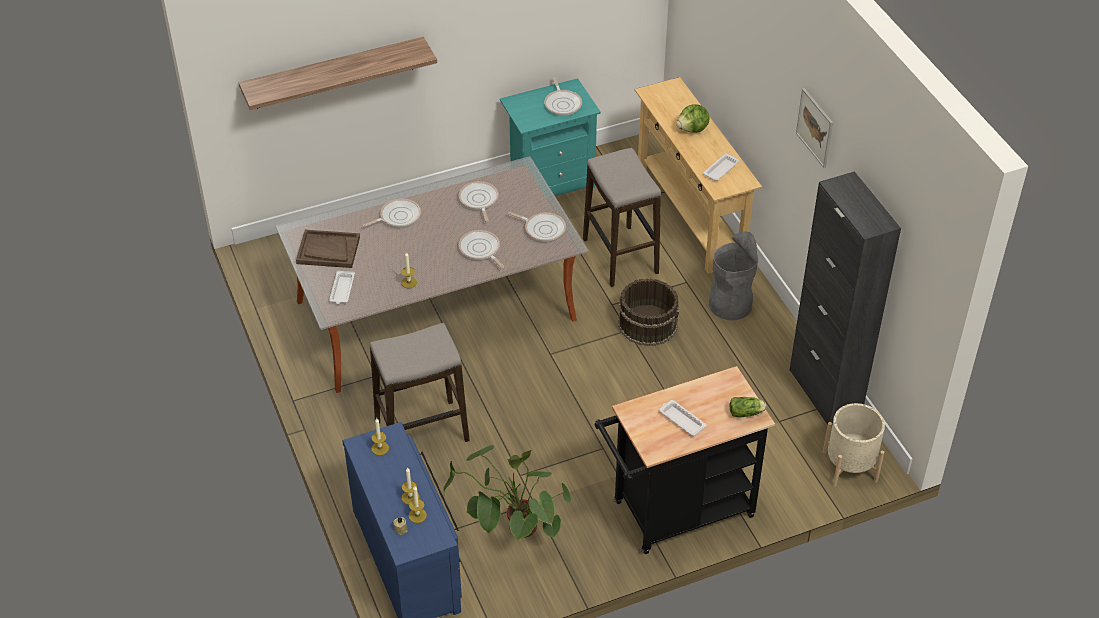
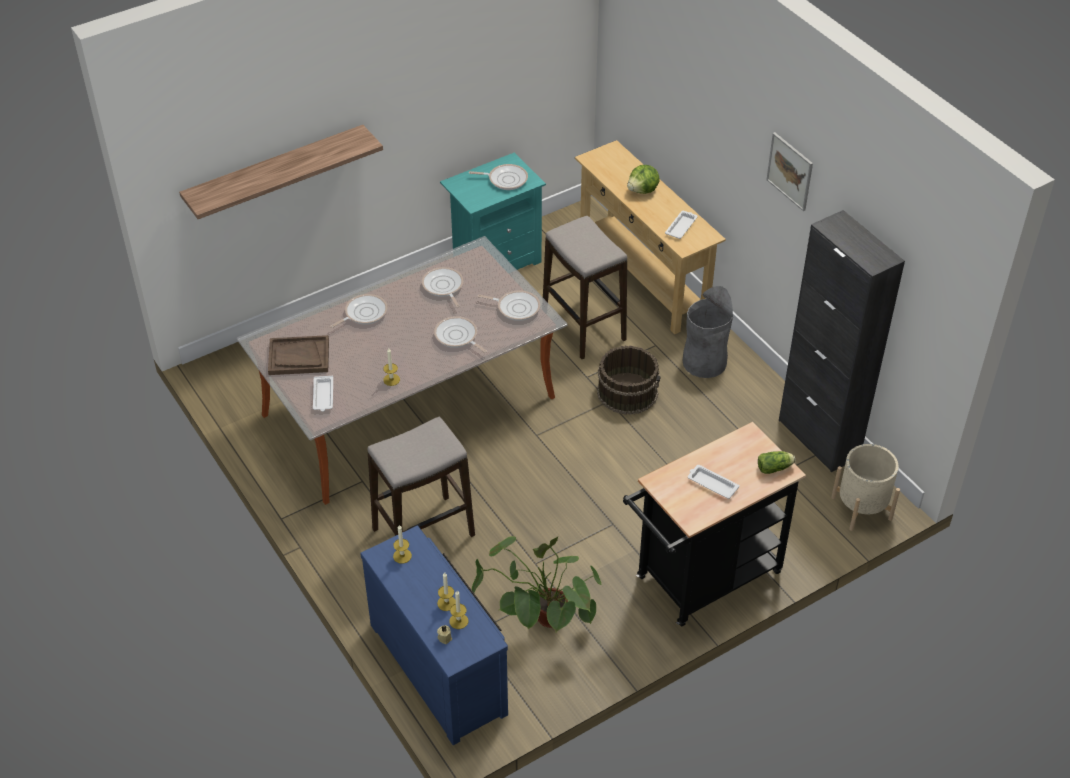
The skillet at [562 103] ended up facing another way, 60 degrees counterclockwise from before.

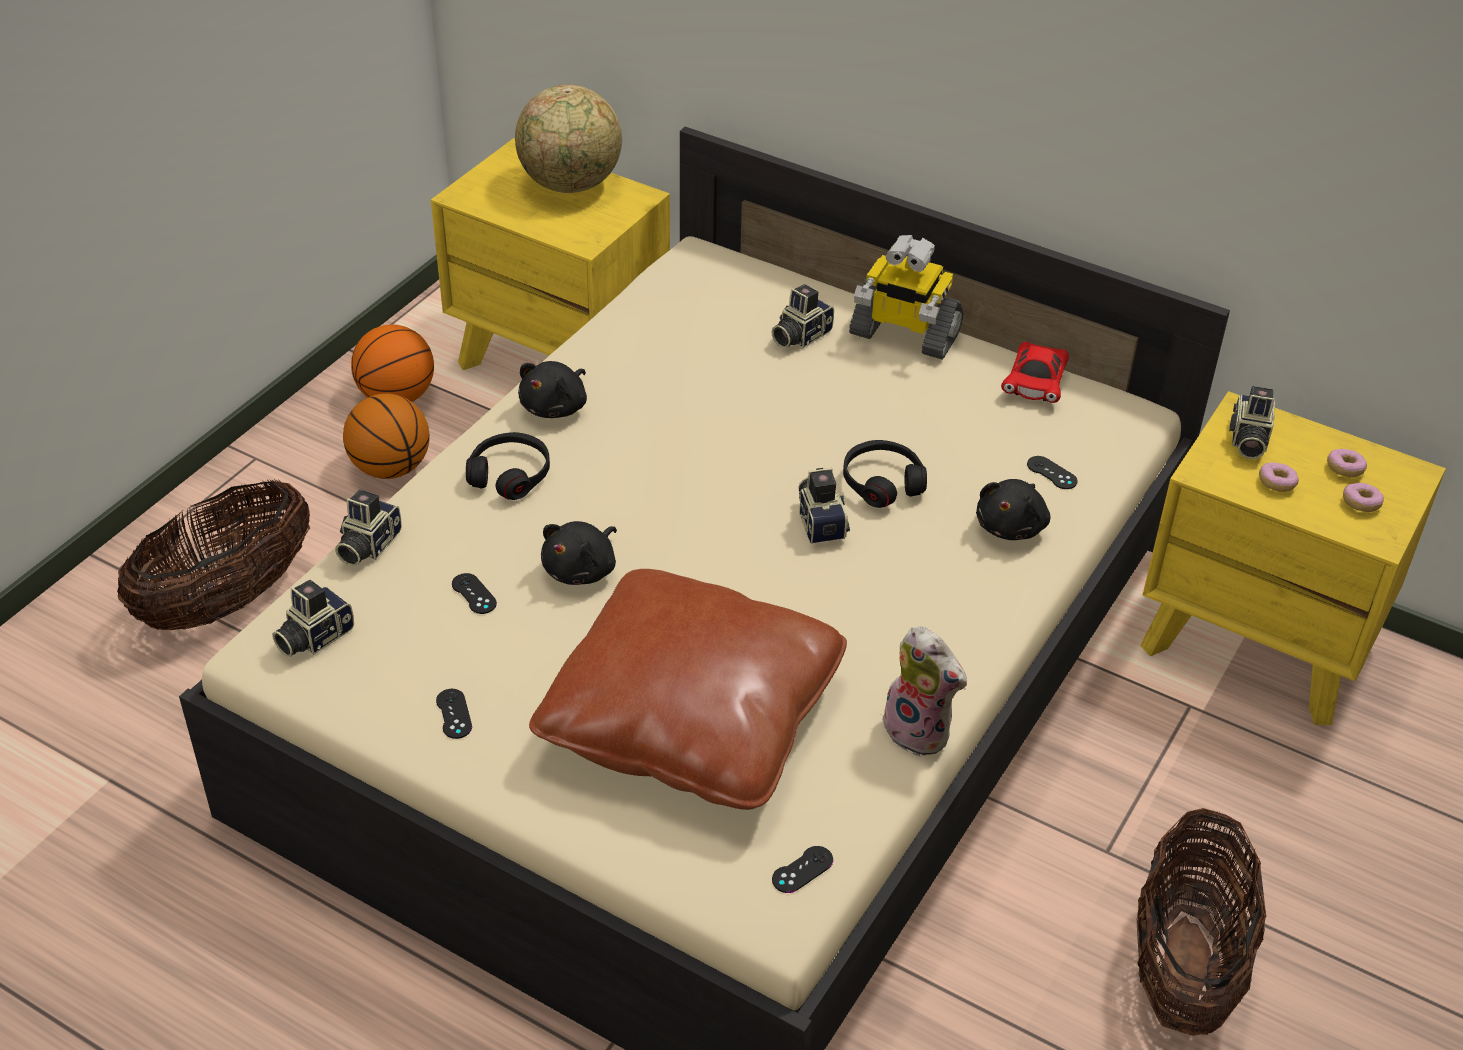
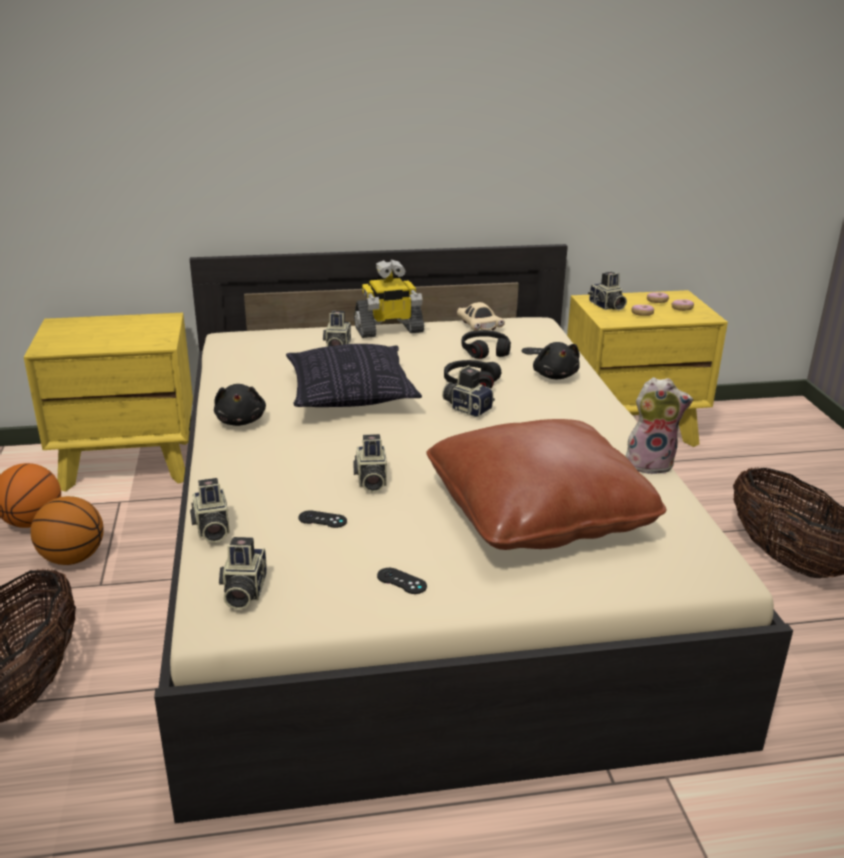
The second view gained the throw pillow at [350 395].
Where the soft toy (black-coloured) stood at [582 569], the photo camera came to stand at [370 481].
What was the toy car (red-coloured) at [1035 384] turned into the toy car (beige) at [479 326].
The headphones (black-coloured) ended up elsewhere, having gone from [510 474] to [485 351].
The second view lost the desk globe at [571 185].
The second view lost the joypad (black-coloured) at [802 870].

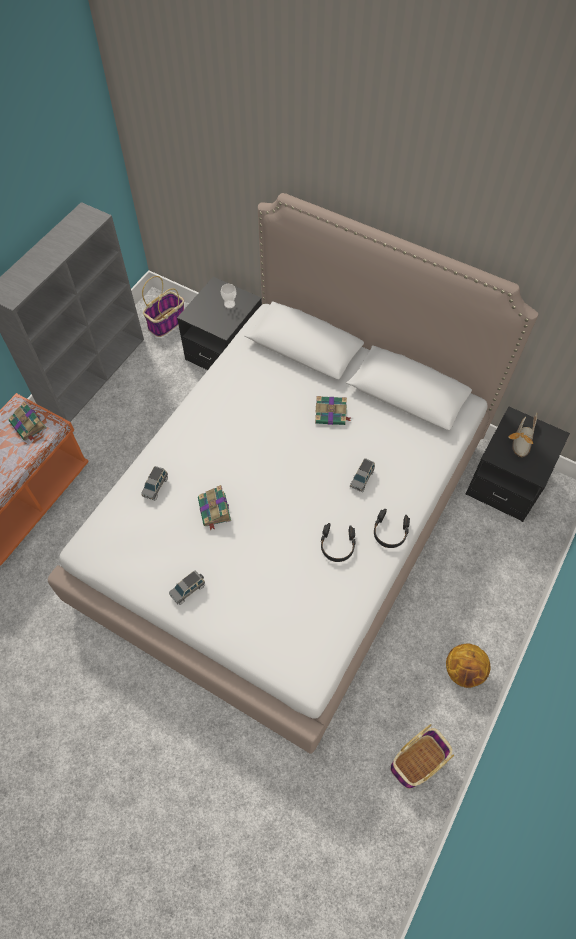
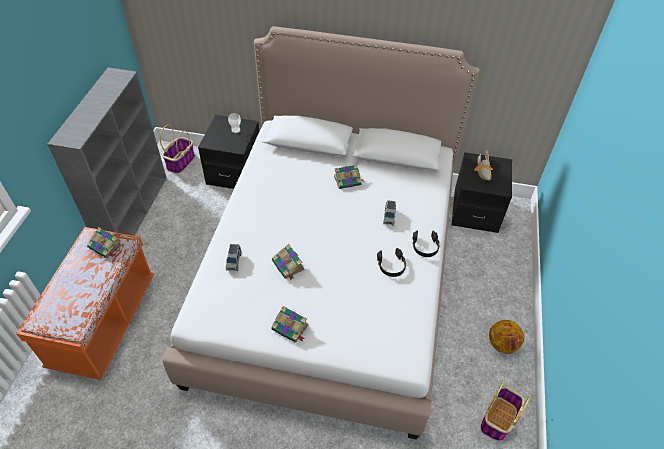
Where the toy car (gray) stood at [188 590], the book came to stand at [290 328].

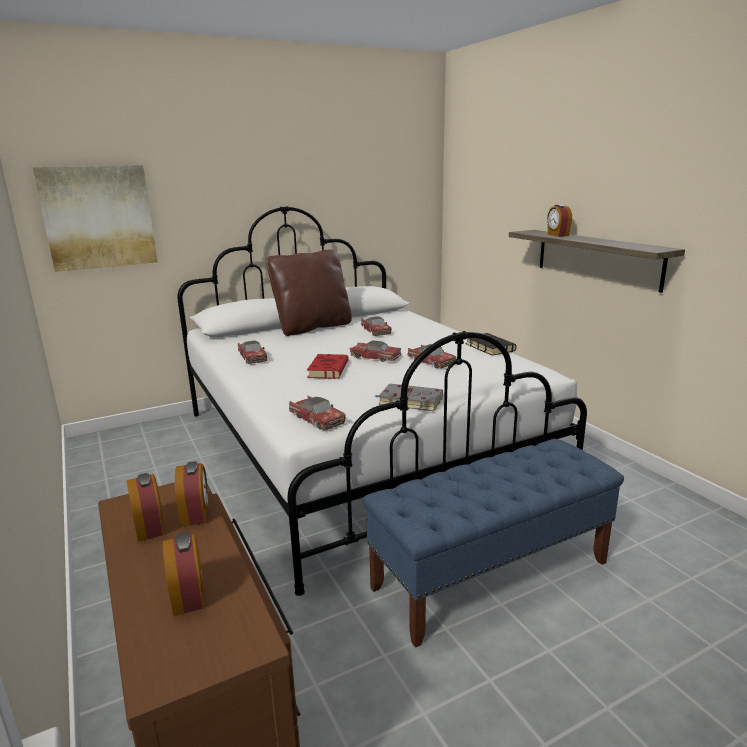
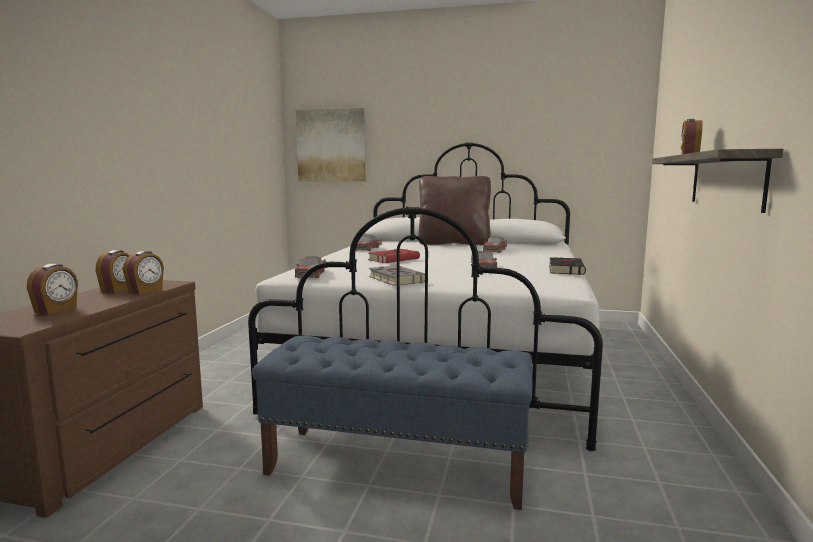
The second view lost the toy car at [375 357].

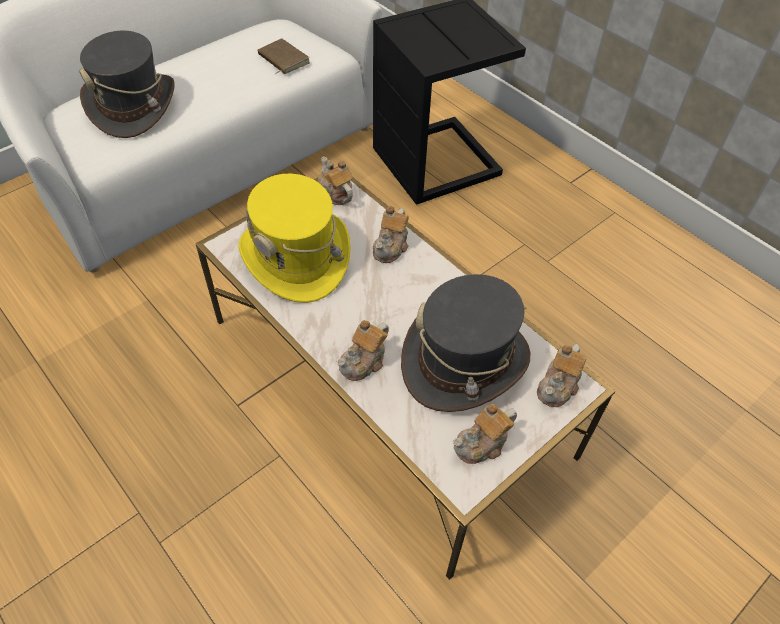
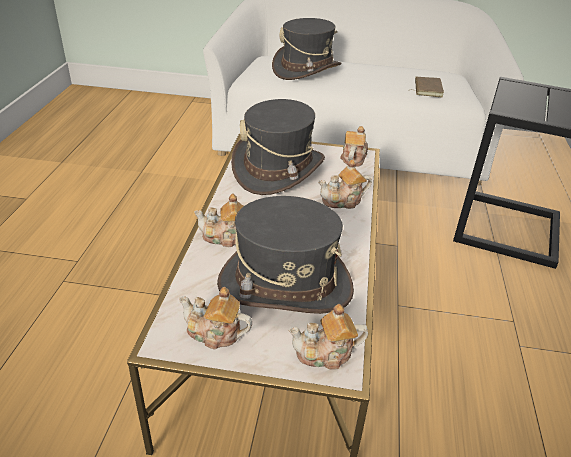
What was the wearable hat (yellow-coloured) at [296 257] turned into the wearable hat (gray) at [278 170].

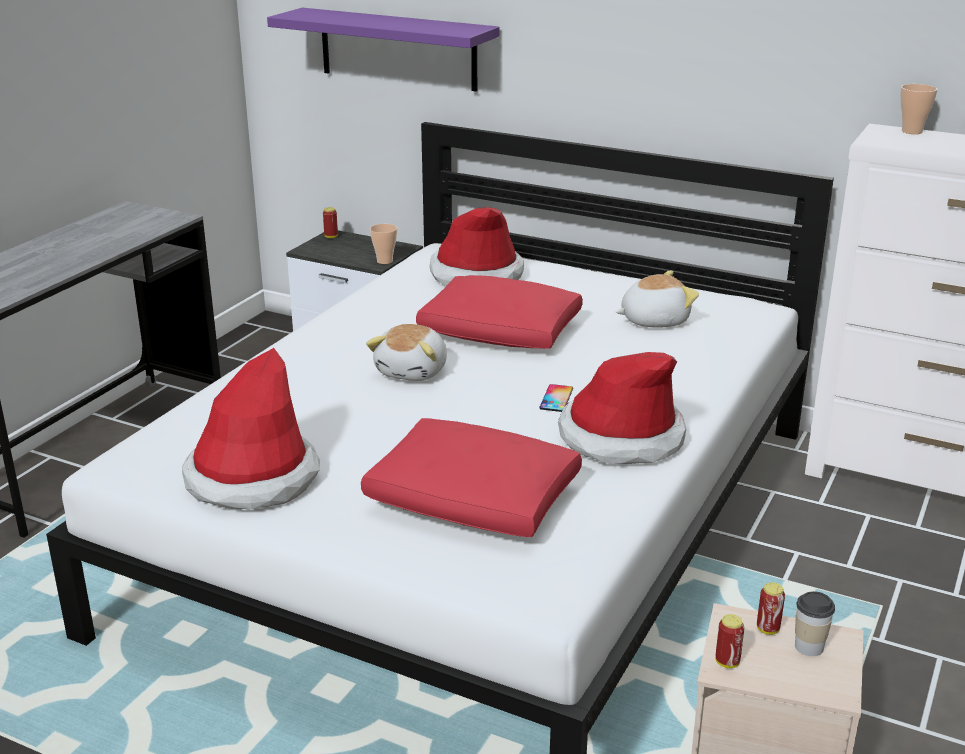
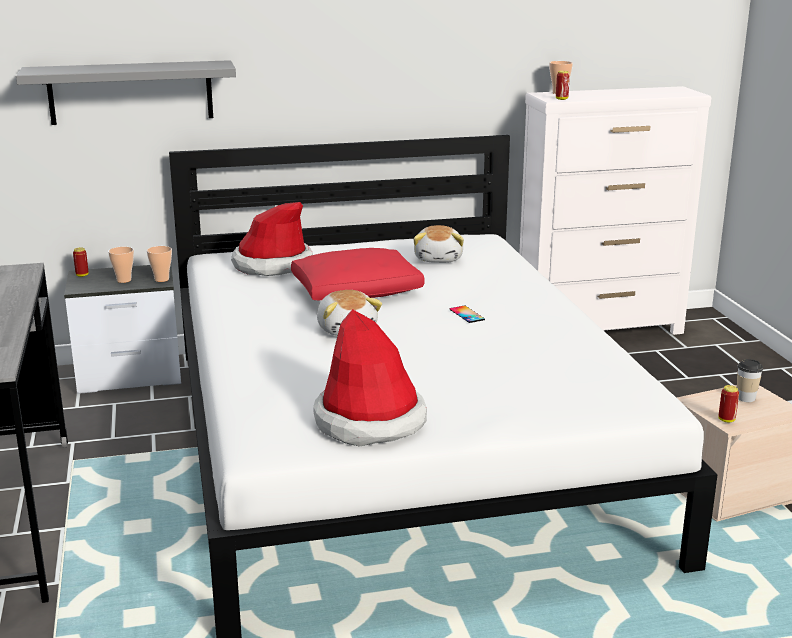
What was the shelf (purple-coloured) at [398 49] turned into the shelf (gray) at [131 92].
The second view gained the drinking cup at [124 280].
The soft toy at [653 320] ended up facing another way, 150 degrees clockwise from before.
The sealed can ended up elsewhere, having gone from [767 629] to [561 99].
The second view lost the throw pillow (red-coloured) at [475 500].
The second view lost the wearable hat at [621 437].

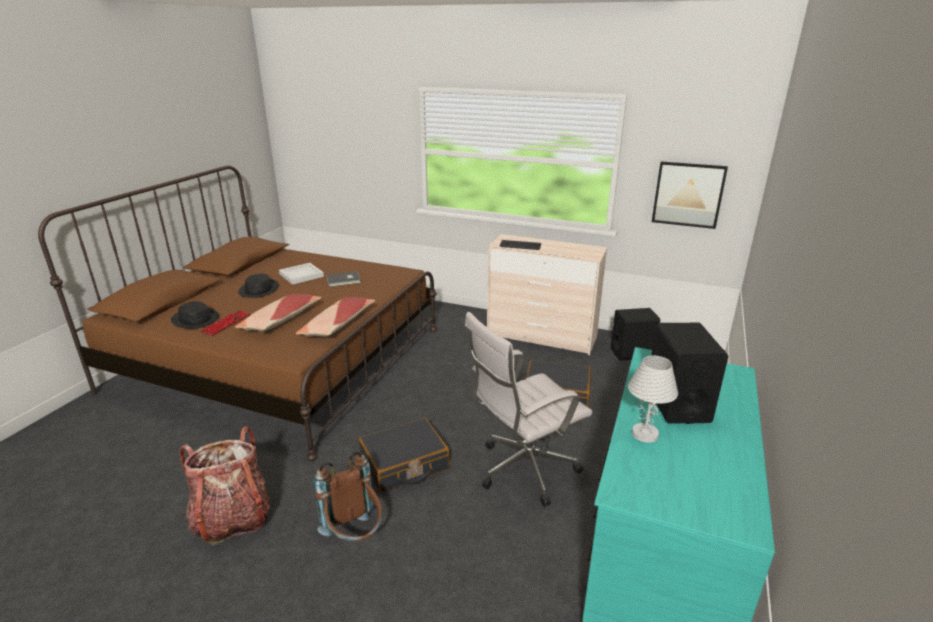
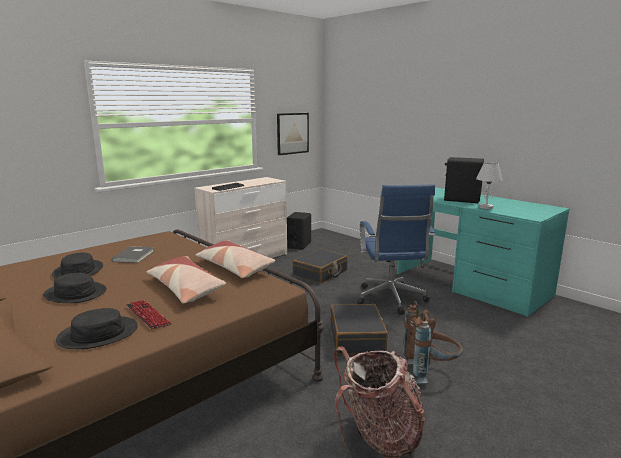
Where the tray (white) stood at [300 275], the wearable hat (black-coloured) came to stand at [78 271].
What was the computer chair (white) at [523 470] turned into the computer chair (bluish) at [391 300].

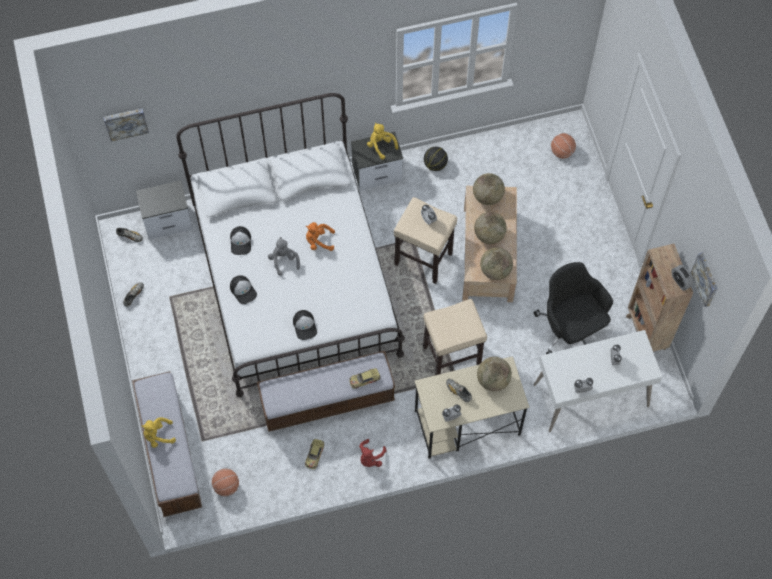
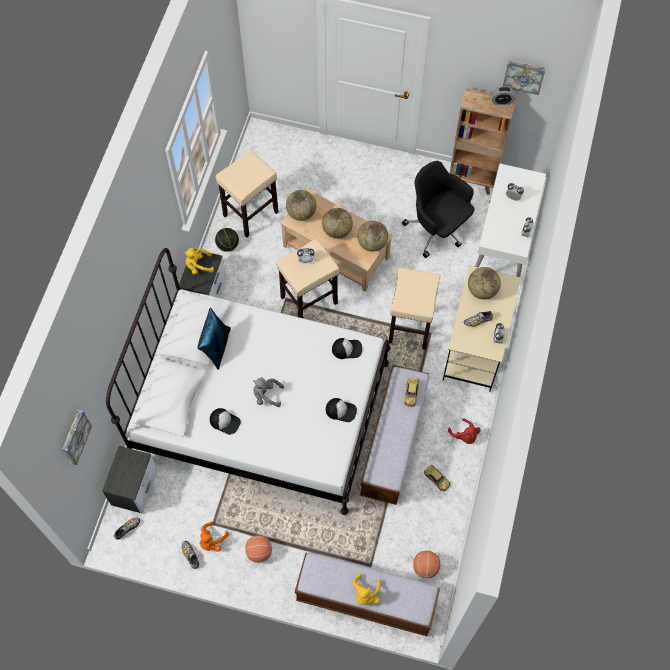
The second view gained the throw pillow (bluish) at [216 347].
The soft toy (orange) ended up elsewhere, having gone from [319 241] to [212 541].
The second view gained the stool seat (beige) at [251 213].
The basketball ball ended up elsewhere, having gone from [562 152] to [259 552].
The peaked cap ended up elsewhere, having gone from [243 290] to [347 349].
The computer chair (black-coloured) at [570 329] ended up facing another way, 45 degrees clockwise from before.

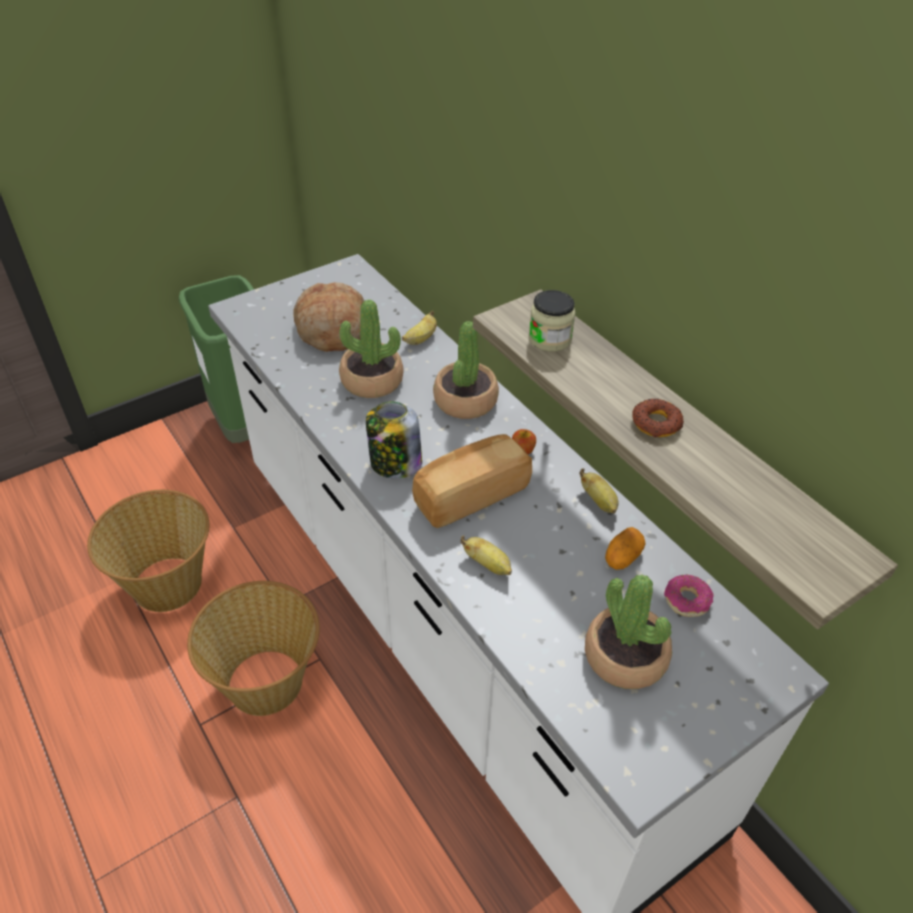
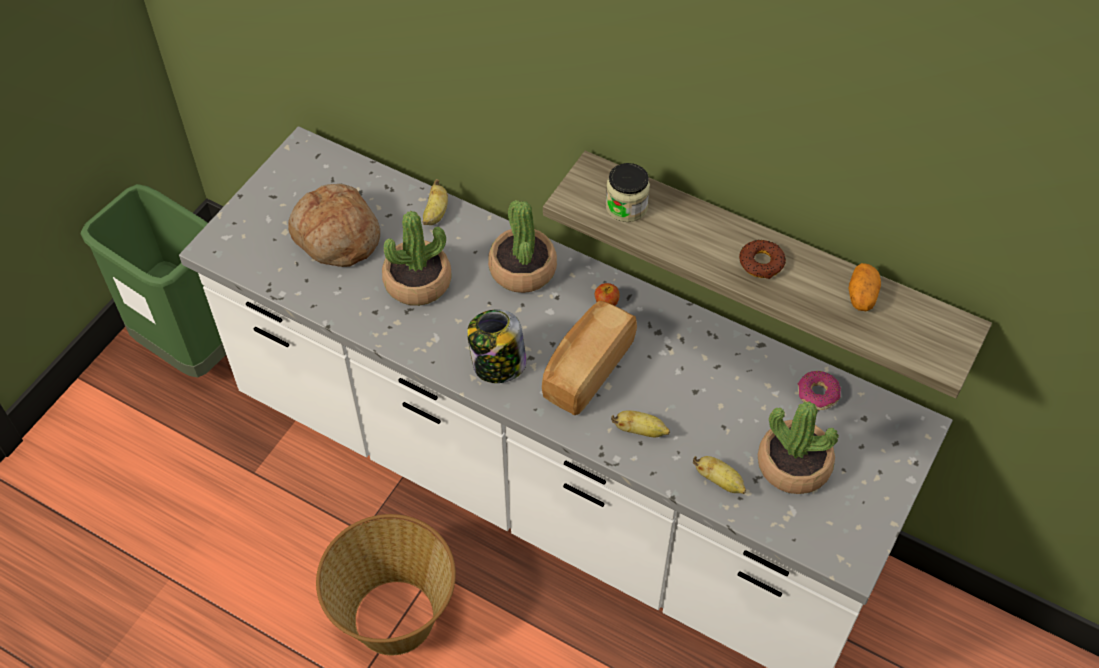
The banana ended up elsewhere, having gone from [599 501] to [720 481].
The whole potato ended up elsewhere, having gone from [622 557] to [861 295].
The second view lost the basket at [167 583].

